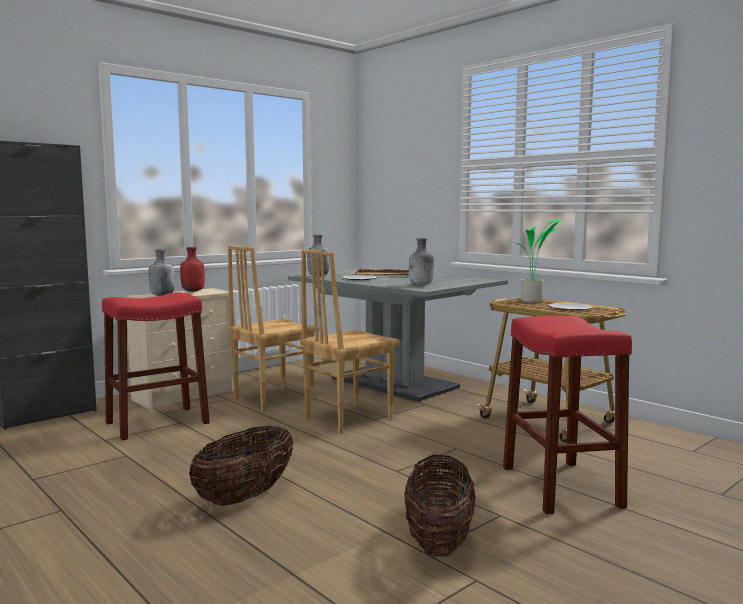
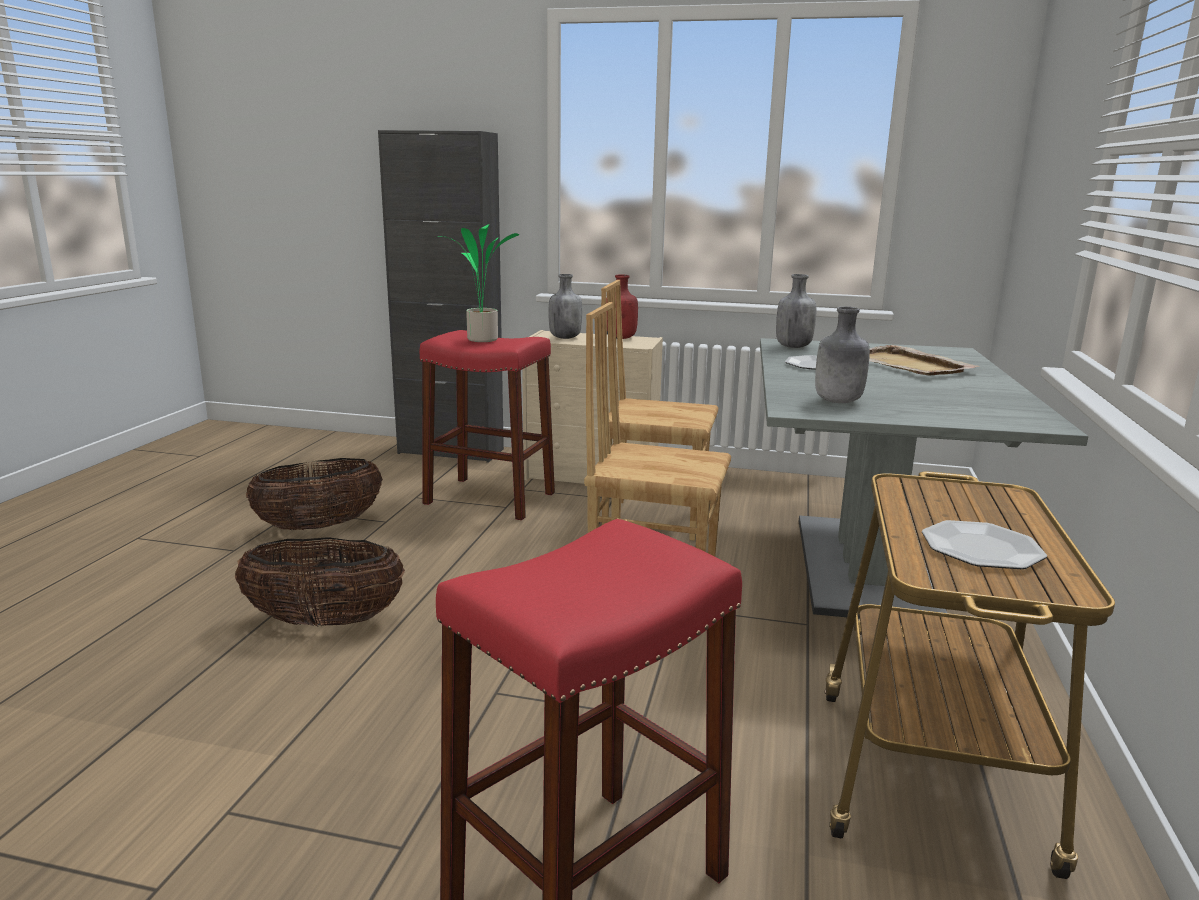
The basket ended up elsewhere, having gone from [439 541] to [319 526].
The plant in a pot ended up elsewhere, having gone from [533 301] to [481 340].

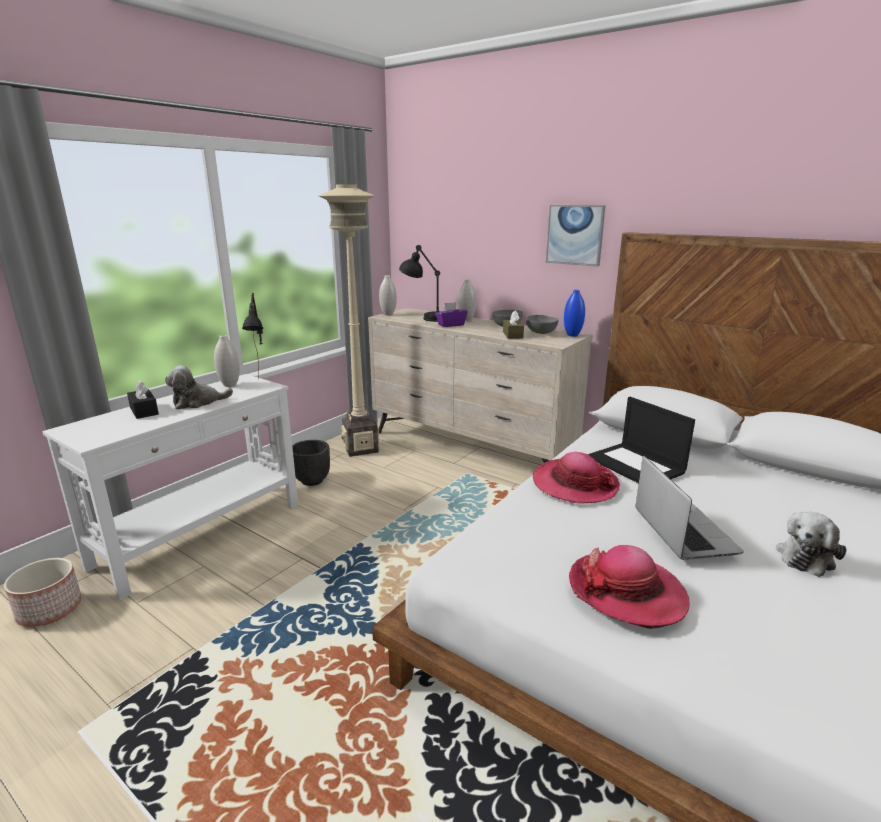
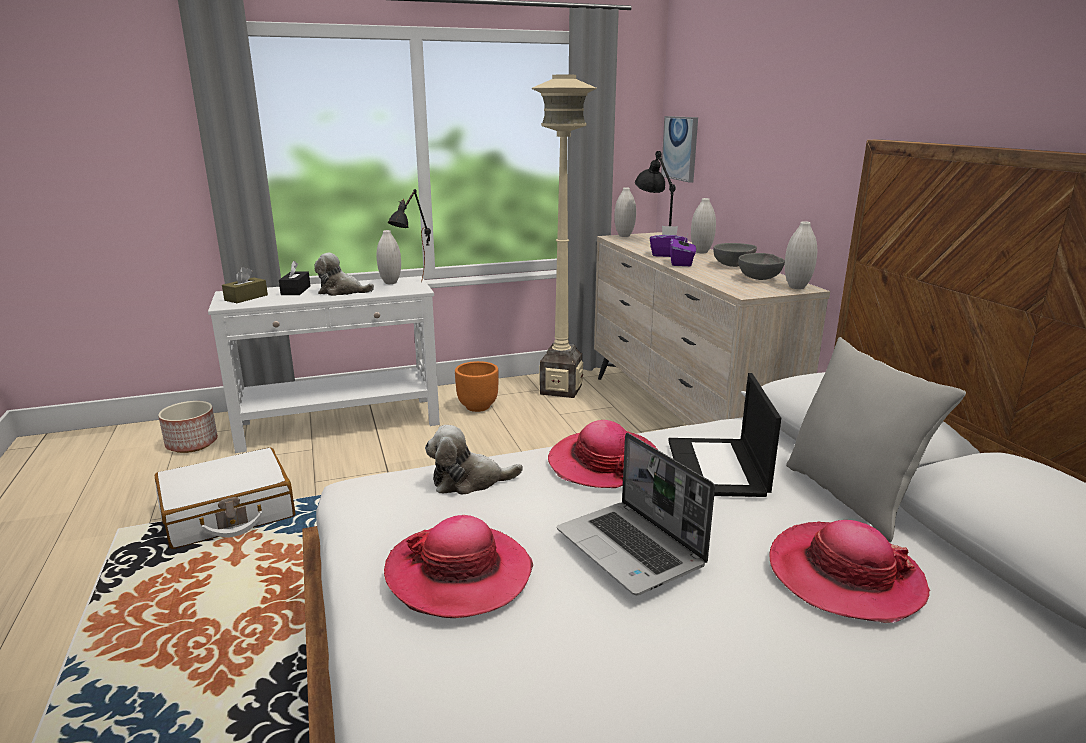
The second view gained the suitcase (white) at [228 513].
The tissue holder (brown-coloured) ended up elsewhere, having gone from [512 335] to [246 298].
The soft toy ended up elsewhere, having gone from [806 556] to [469 482].
What was the planter (black-coloured) at [312 481] turned into the planter (orange) at [478 407].
The notebook computer at [682 531] ended up facing another way, 120 degrees clockwise from before.
The wall art ended up elsewhere, having gone from [575 235] to [680 148].
The second view gained the tissue holder (purple-coloured) at [681 263].
The second view gained the wearable hat at [844 575].
What was the decorative vase (bluish) at [572 335] turned into the decorative vase (white) at [796 287].
The second view gained the throw pillow (gray) at [851 497].

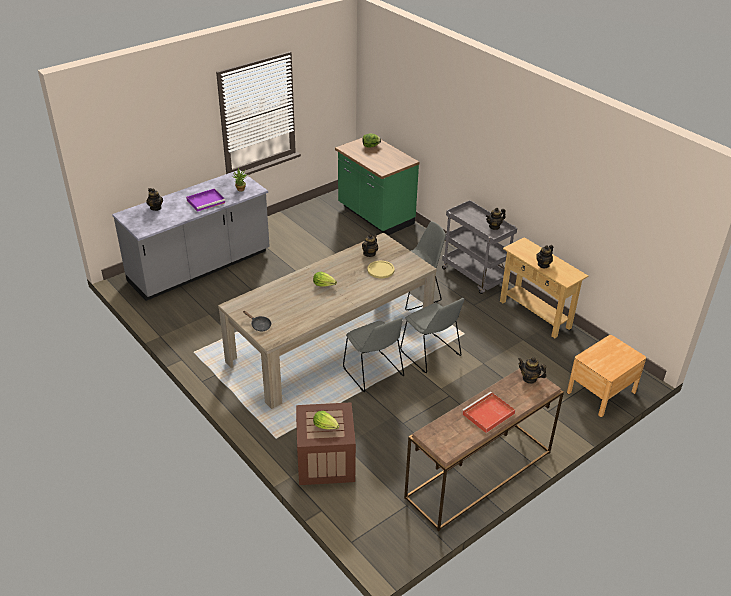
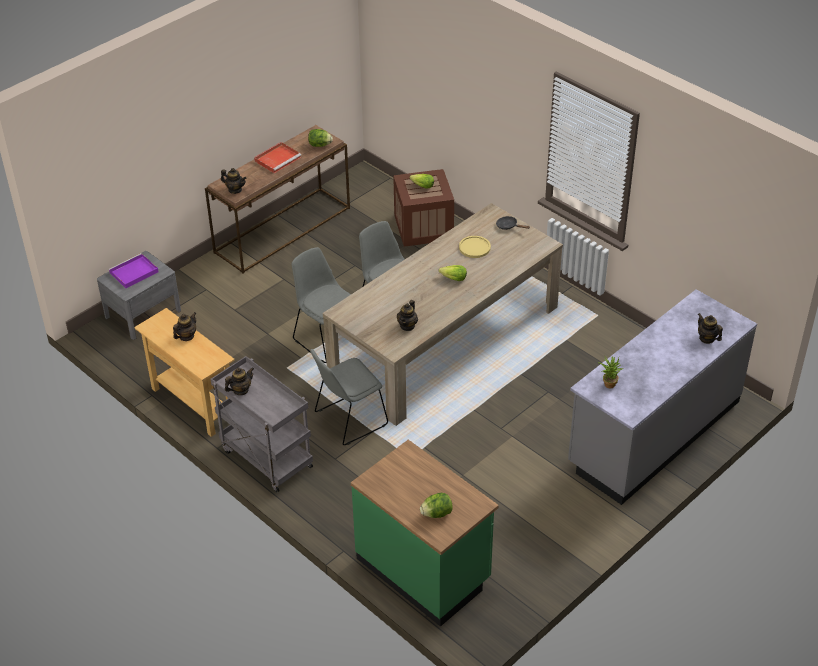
What was the bedside table (brown-coloured) at [601 392] turned into the bedside table (gray) at [143 314].
The tray (purple-coloured) ended up elsewhere, having gone from [206 201] to [133 273].
The second view gained the lettuce at [319 145].
The plate (yellow-coloured) ended up elsewhere, having gone from [380 270] to [474 247].

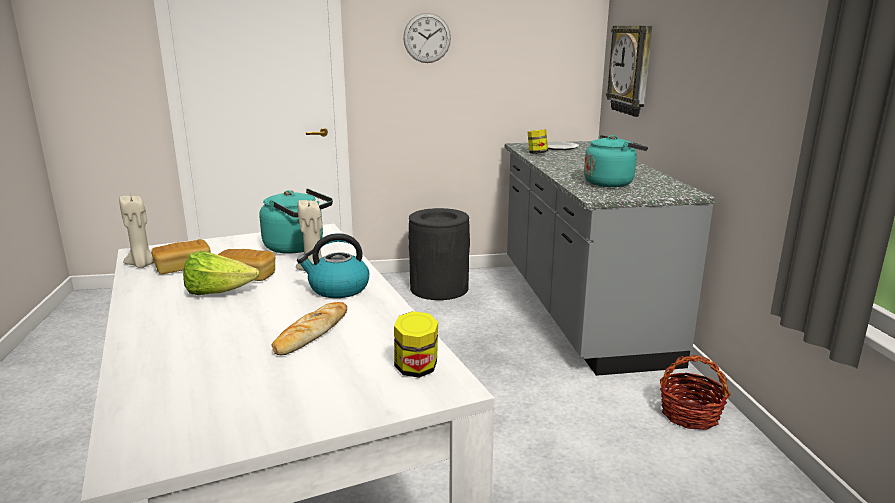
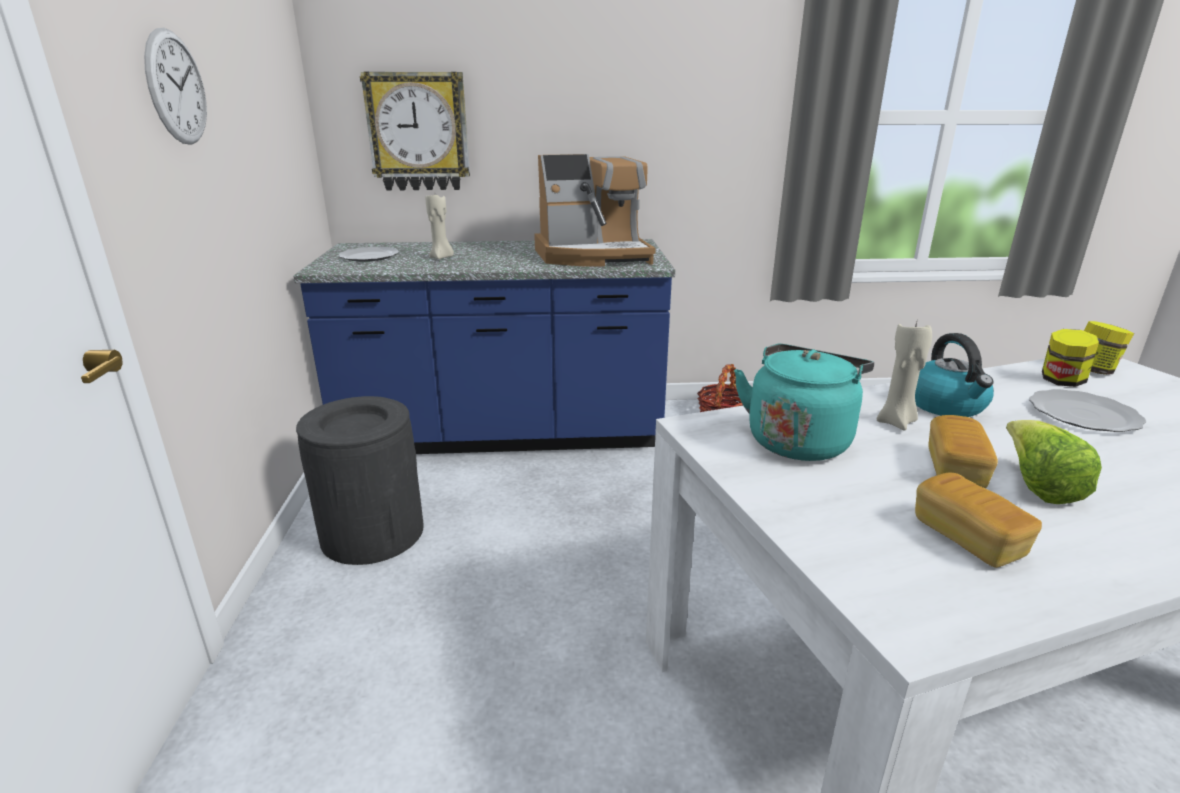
What was the kitchen counter (gray) at [579 310] turned into the kitchen counter (bluish) at [503 433].
The wax candle (beige) ended up elsewhere, having gone from [142 265] to [441 258].
Where the tea kettle (blue-green) stood at [611 183], the coffee maker came to stand at [593 256].
Where the bakery bread stood at [311 333], the plate came to stand at [1081 414].
The storage jar ended up elsewhere, having gone from [537 153] to [1061 381].

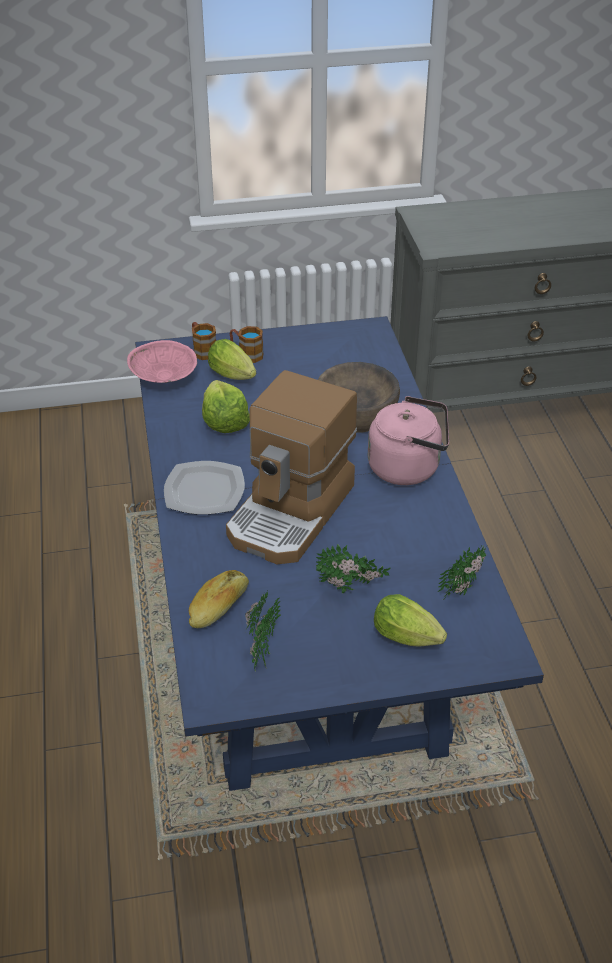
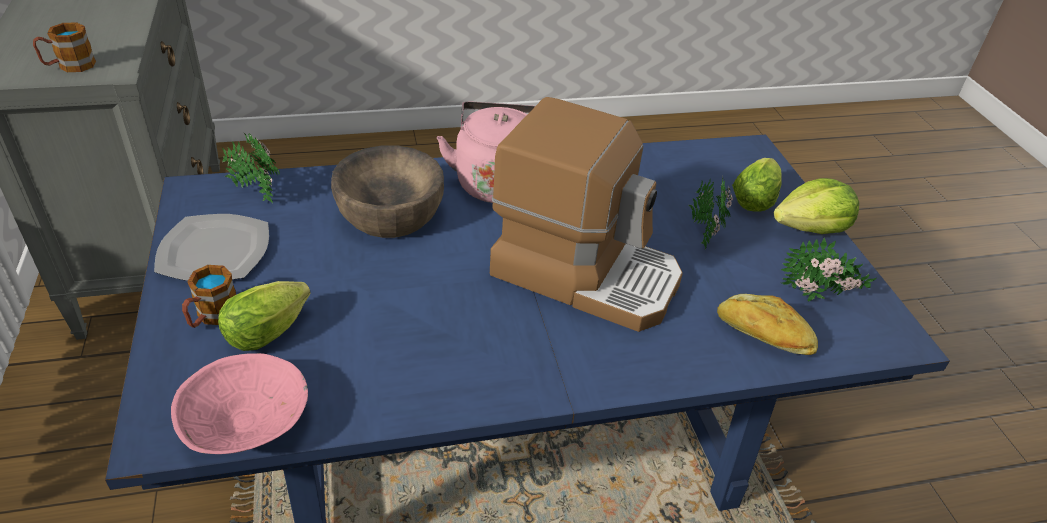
The mug ended up elsewhere, having gone from [202 350] to [69 66].
The plate ended up elsewhere, having gone from [205 490] to [214 250].
The plant in a pot ended up elsewhere, having gone from [464 589] to [255 192].
The lettuce ended up elsewhere, having gone from [224 421] to [811 228].

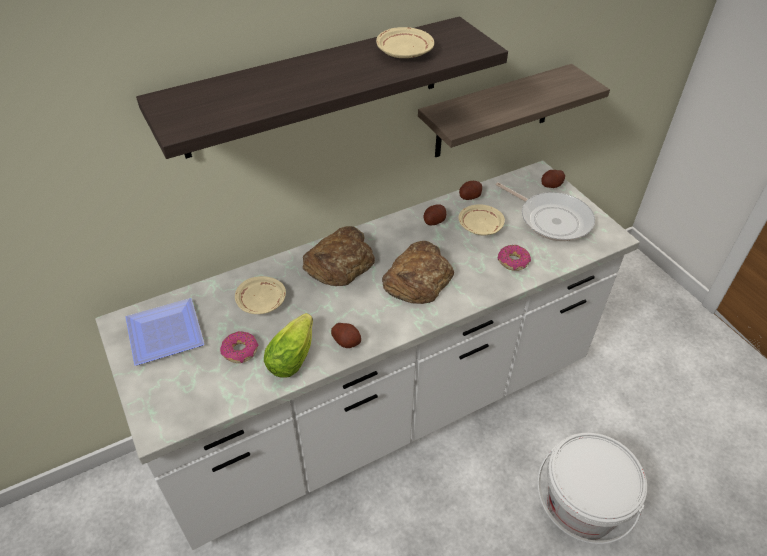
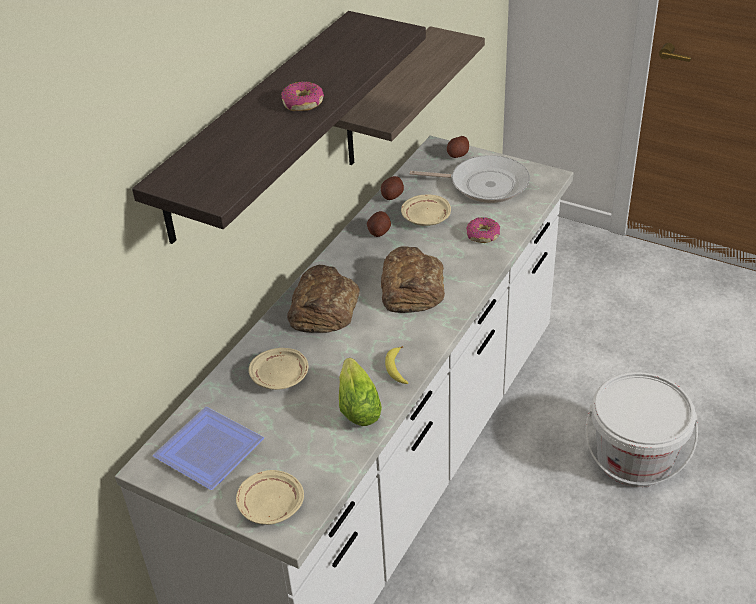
The plate (beige) ended up elsewhere, having gone from [404 52] to [270 505].
The ring doughnut ended up elsewhere, having gone from [240 351] to [303 103].
Where the whole potato stood at [346 341], the banana came to stand at [396 369].

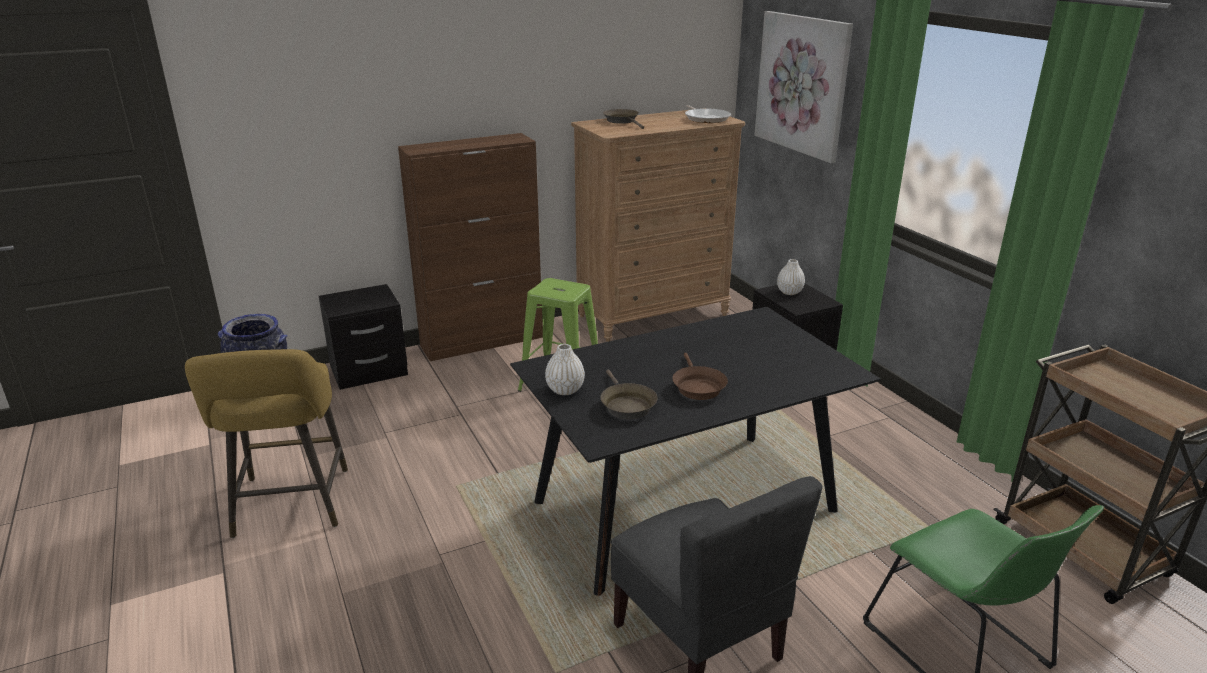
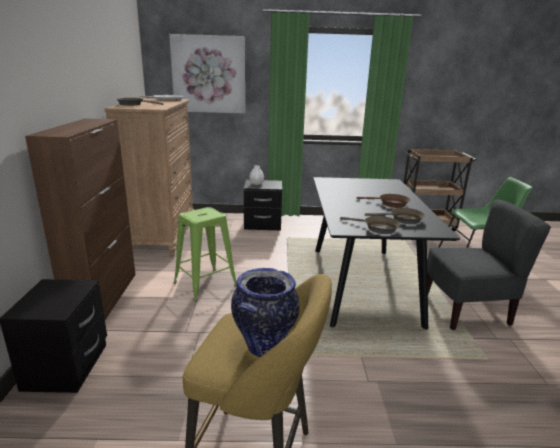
Where the decorative vase (white) stood at [565 390], the skillet (brown-coloured) came to stand at [377 228].

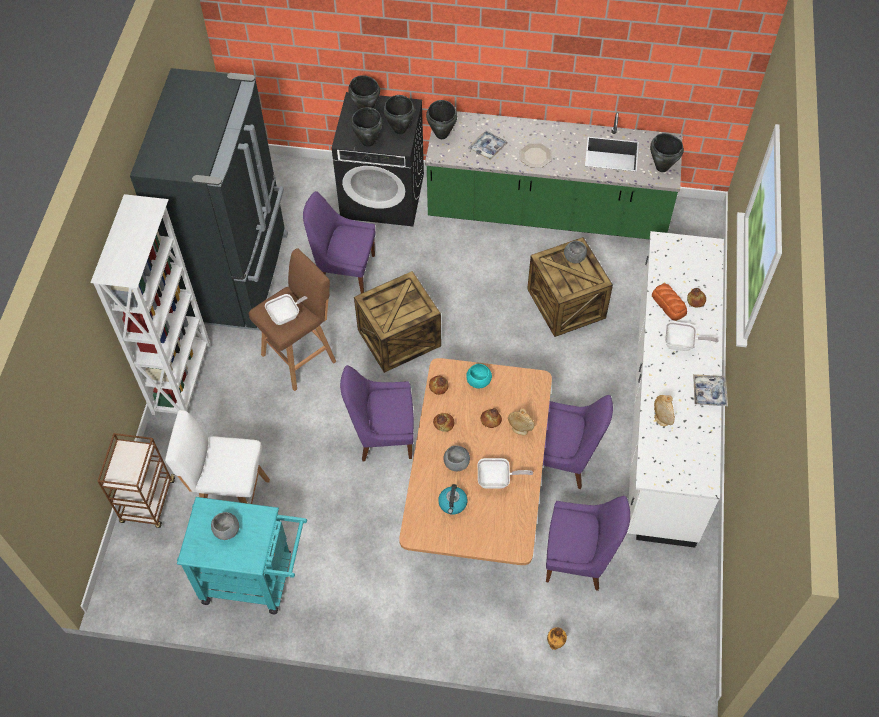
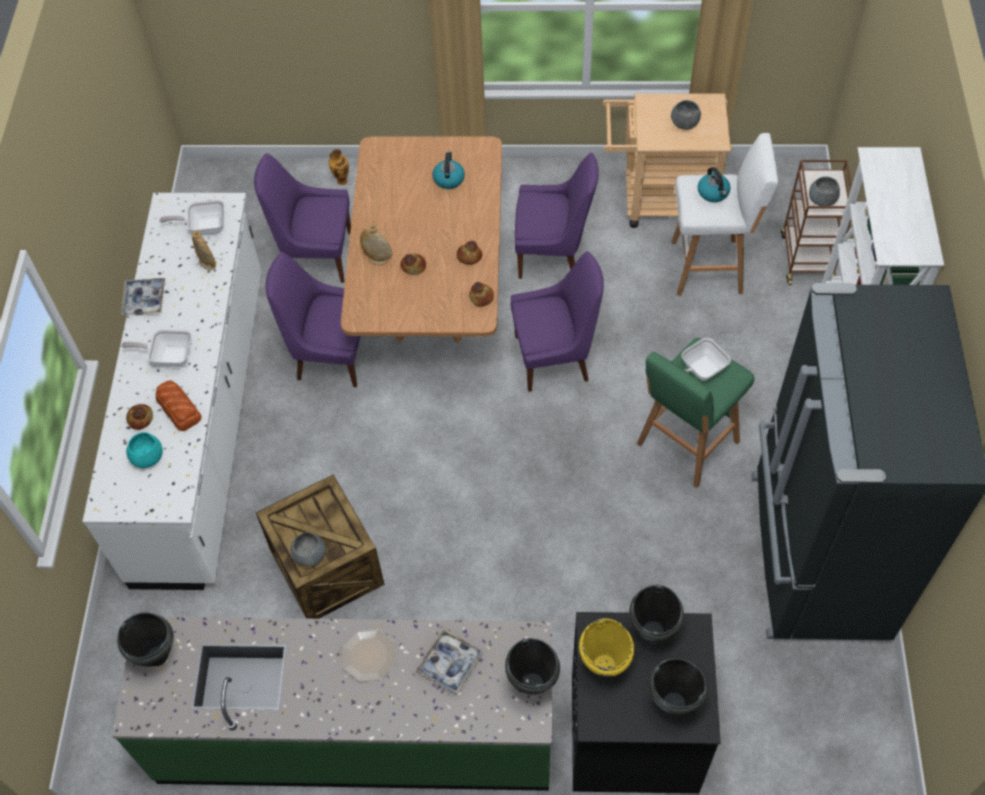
The bowl (blue-green) ended up elsewhere, having gone from [478 381] to [148 457].
The skillet ended up elsewhere, having gone from [497 480] to [204 227].
The chair (purple-coloured) ended up elsewhere, having gone from [344 271] to [553 254].
What was the cooking pot (black-coloured) at [399 129] turned into the cooking pot (yellow-coloured) at [604 664].
What was the cart (blue-green) at [255 579] turned into the cart (beige) at [659 201].
What was the stool seat (brown-coloured) at [301 356] turned into the stool seat (green) at [685 445].
The second view gained the tea kettle at [713 193].
The bowl (gray) ended up elsewhere, having gone from [456 463] to [822 200].
The second view lost the shipping crate at [399 339].

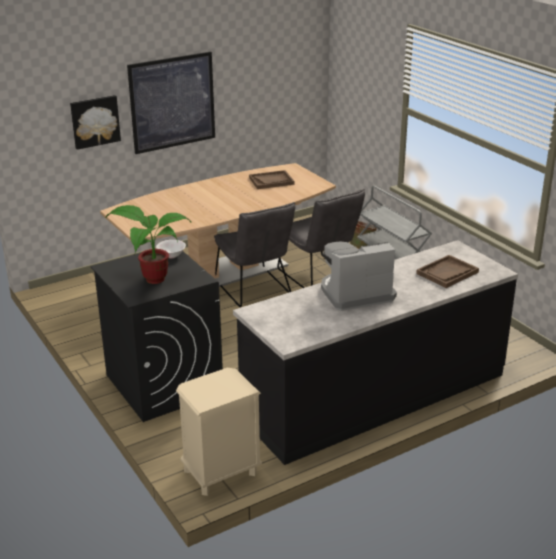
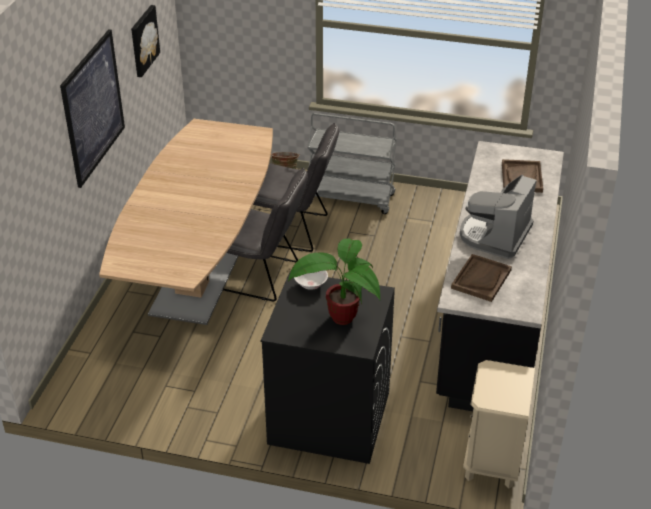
The wall art ended up elsewhere, having gone from [95 121] to [143 40].
The tray (brown-coloured) ended up elsewhere, having gone from [271 181] to [481 279].

